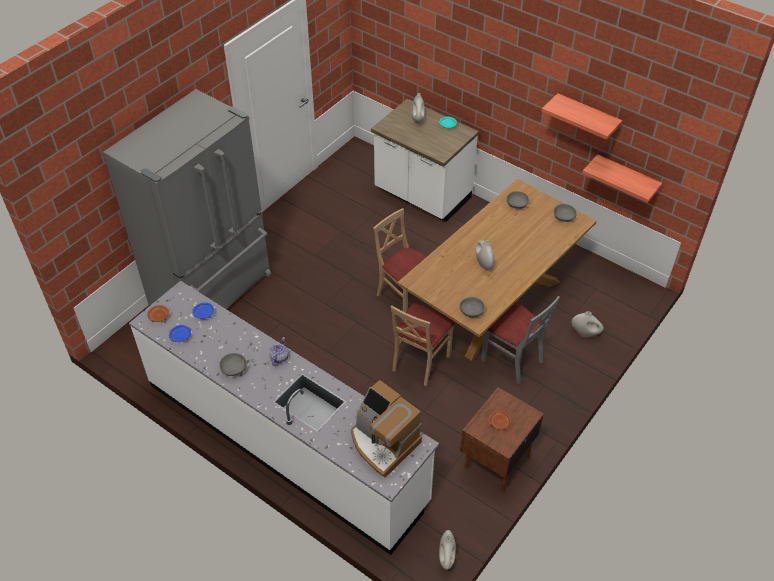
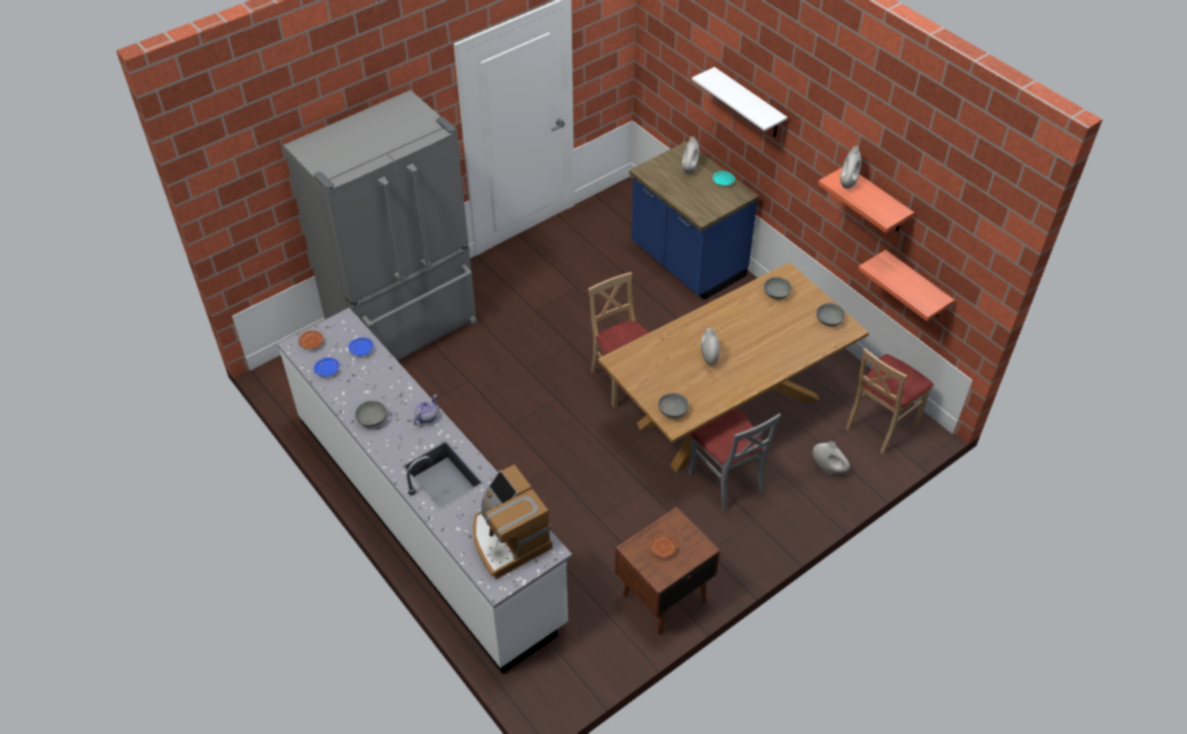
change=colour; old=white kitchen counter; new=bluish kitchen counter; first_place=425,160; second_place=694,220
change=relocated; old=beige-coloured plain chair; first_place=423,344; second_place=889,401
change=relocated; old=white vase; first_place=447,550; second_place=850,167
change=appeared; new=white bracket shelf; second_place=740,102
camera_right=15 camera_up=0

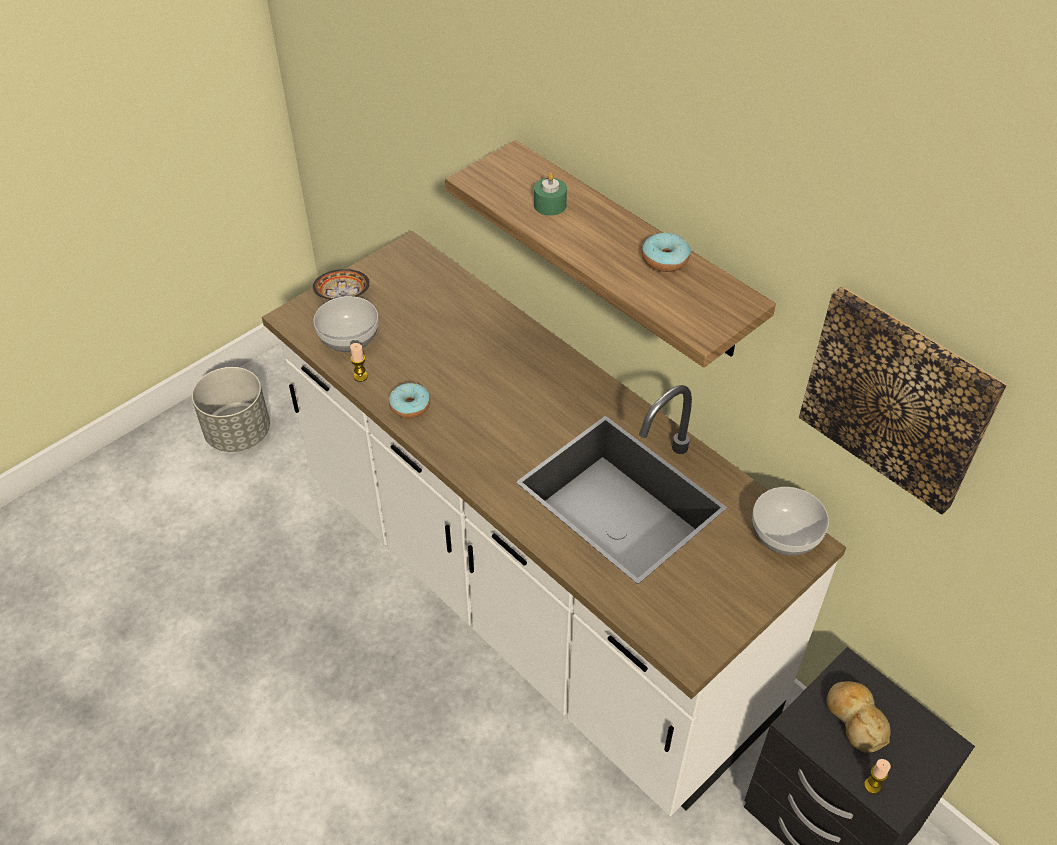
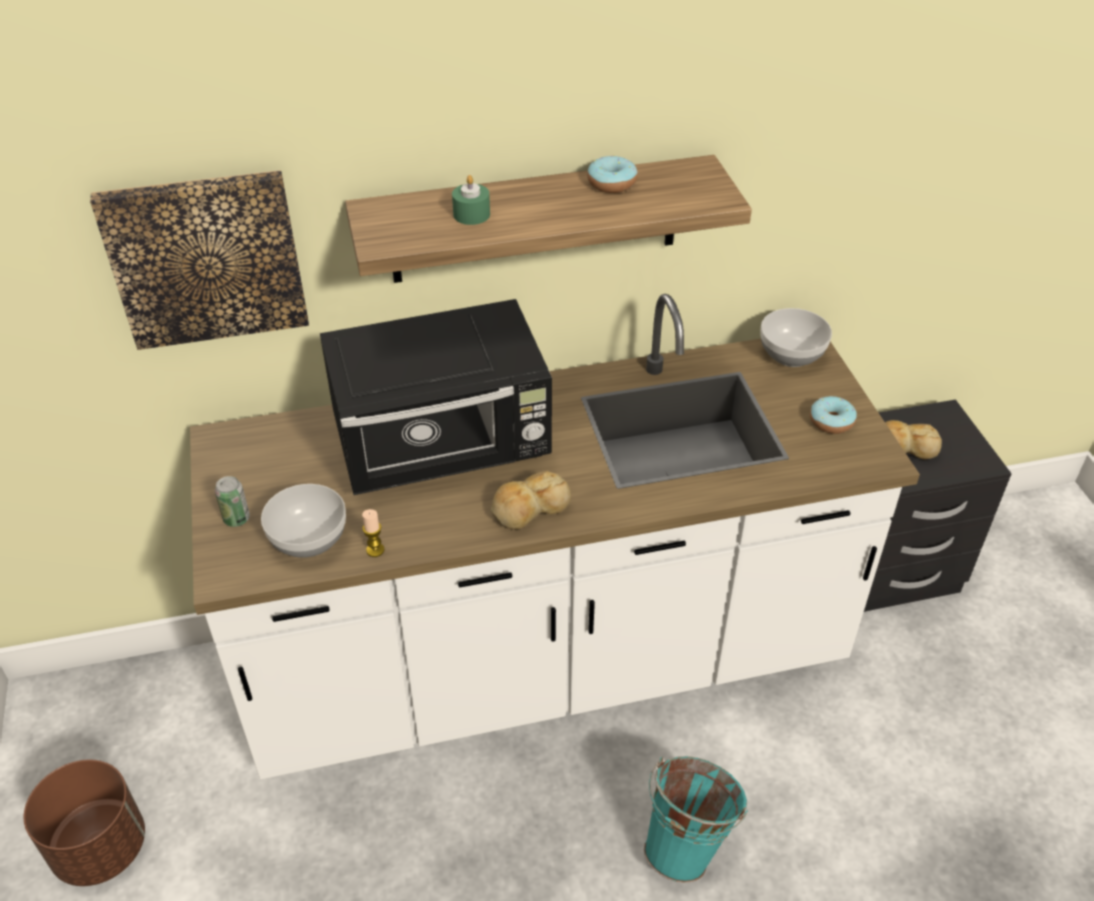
change=exchanged; old=serving bowl; new=can; first_place=341,284; second_place=232,501
change=relocated; old=picture; first_place=903,400; second_place=199,260
change=colour; old=gray planter; new=brownish planter; first_place=231,409; second_place=84,823
change=relocated; old=ring doughnut; first_place=409,401; second_place=833,415
change=missing; old=candle; first_place=877,776
change=appeared; new=black microwave oven; second_place=436,397
change=appeared; new=baked bread; second_place=531,500
change=appeared; new=blue-green pail; second_place=696,819
camera_right=-60 camera_up=-5

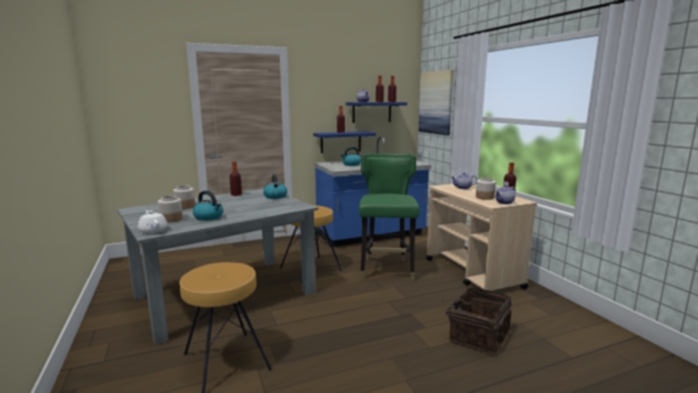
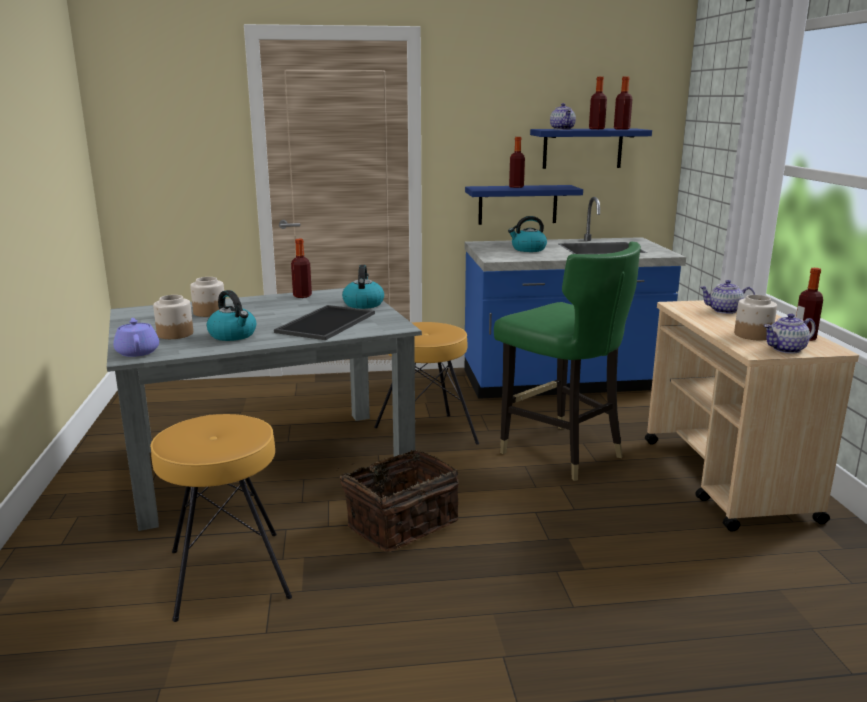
change=missing; old=picture; first_place=436,103
change=spun; old=green plain chair; first_place=389,217; second_place=567,361; degrees=120
change=colour; old=white pot for tea; new=purplish pot for tea; first_place=152,222; second_place=136,337
change=relocated; old=storage basket; first_place=479,321; second_place=397,501
change=appeared; new=serving tray; second_place=324,322
camera_right=15 camera_up=5

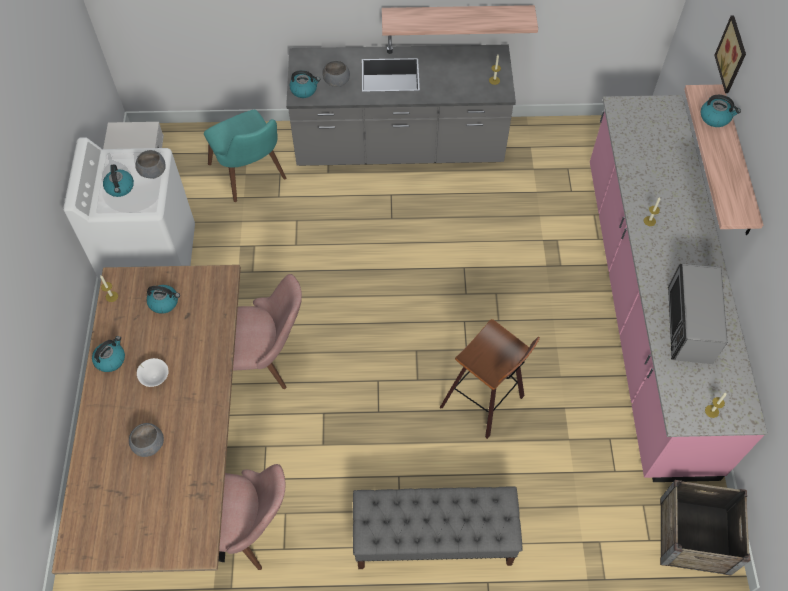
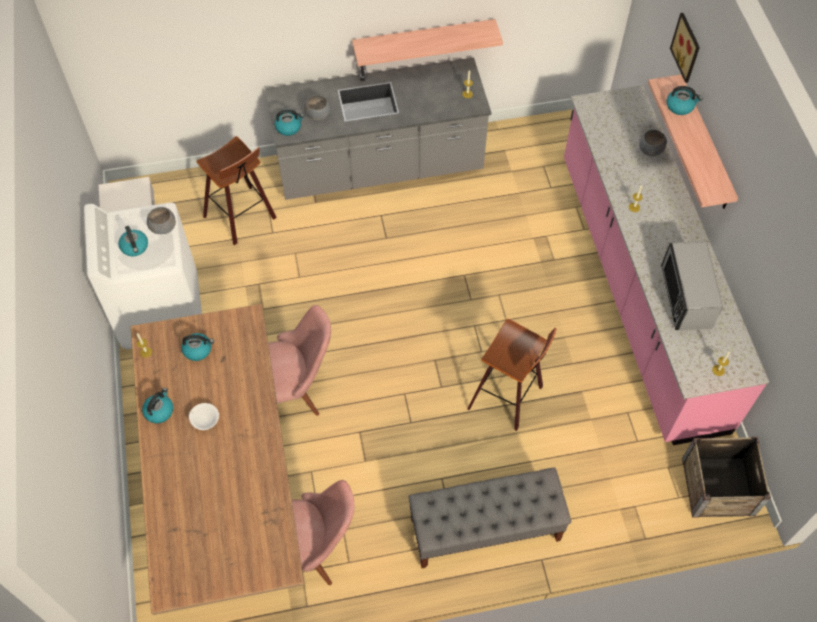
change=exchanged; old=blue-green plain chair; new=stool; first_place=245,156; second_place=236,190
change=relocated; old=gray serving bowl; first_place=146,440; second_place=653,143
camera_right=-10 camera_up=0

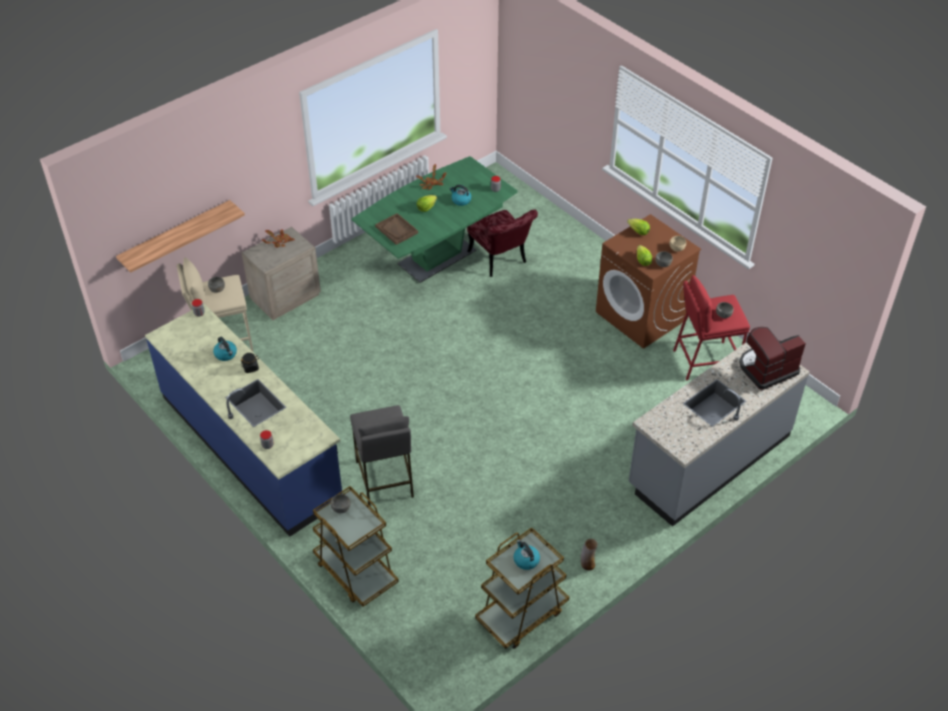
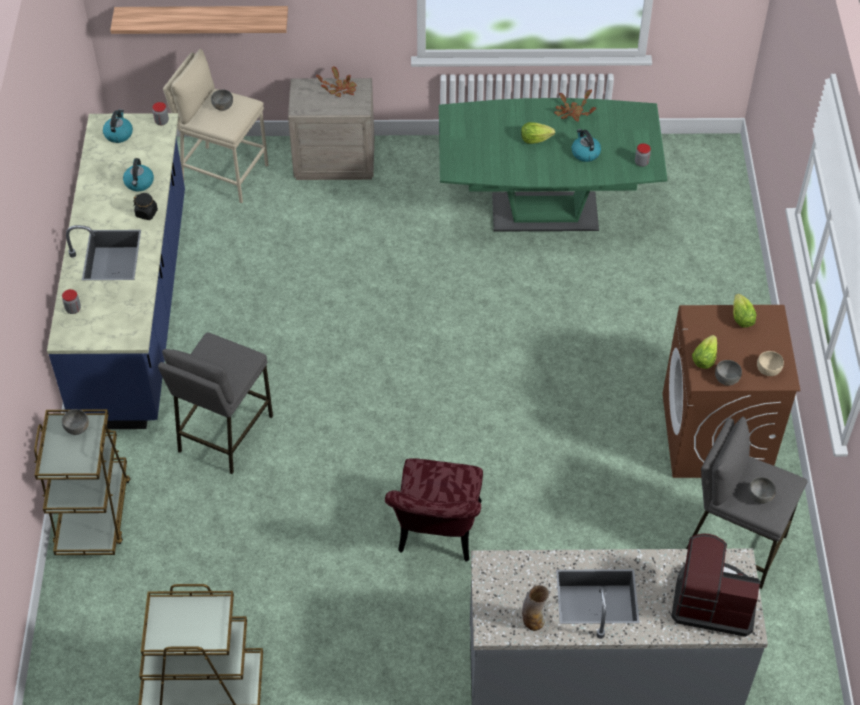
change=relocated; old=reddish plain chair; first_place=502,243; second_place=434,510
change=missing; old=brownish serving tray; first_place=396,229
change=colour; old=reddish stool; new=gray stool; first_place=711,328; second_place=747,503
change=relocated; old=vase; first_place=589,554; second_place=535,608
change=relocated; old=kettle; first_place=526,555; second_place=118,126
camera_right=40 camera_up=5

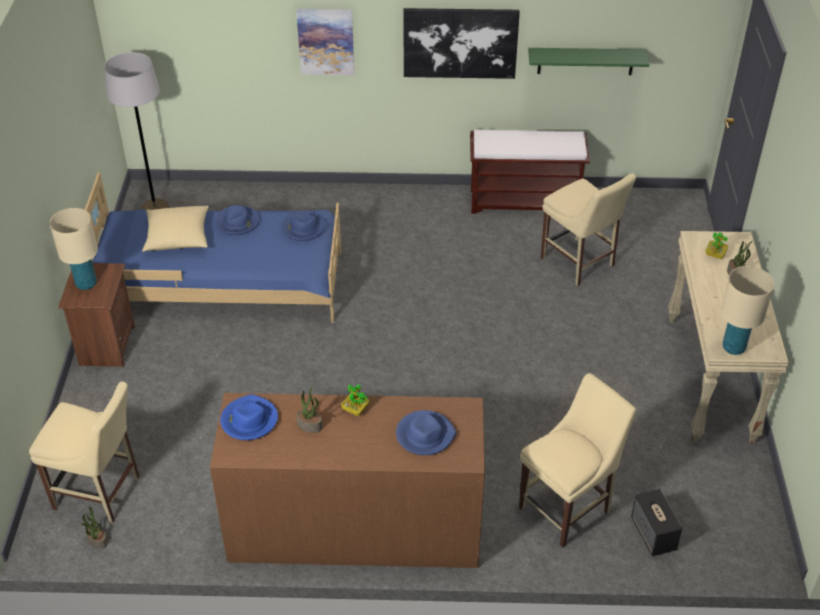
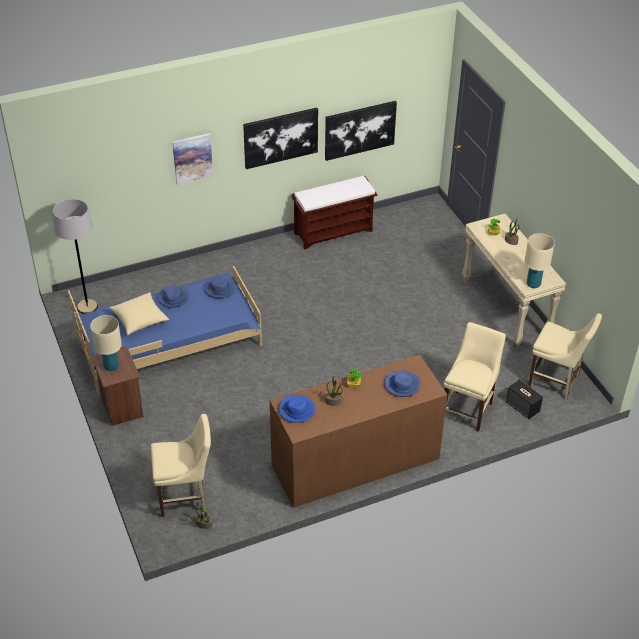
change=exchanged; old=green bracket shelf; new=picture; first_place=589,61; second_place=361,131
change=relocated; old=beige-coloured plain chair; first_place=588,229; second_place=565,356
camera_right=-25 camera_up=0

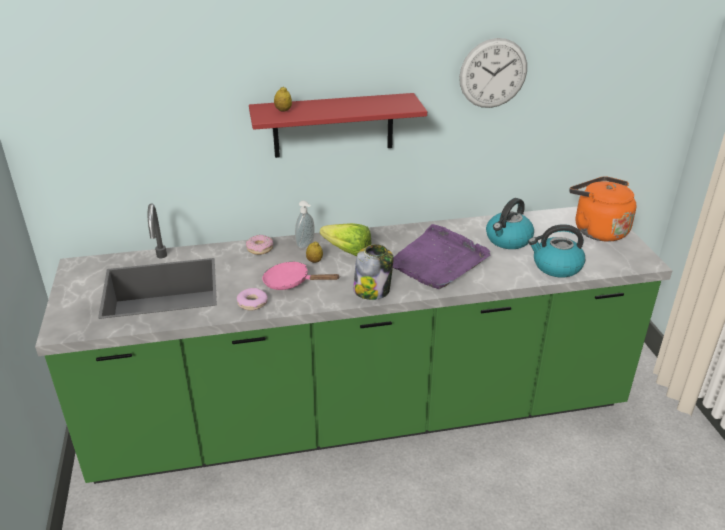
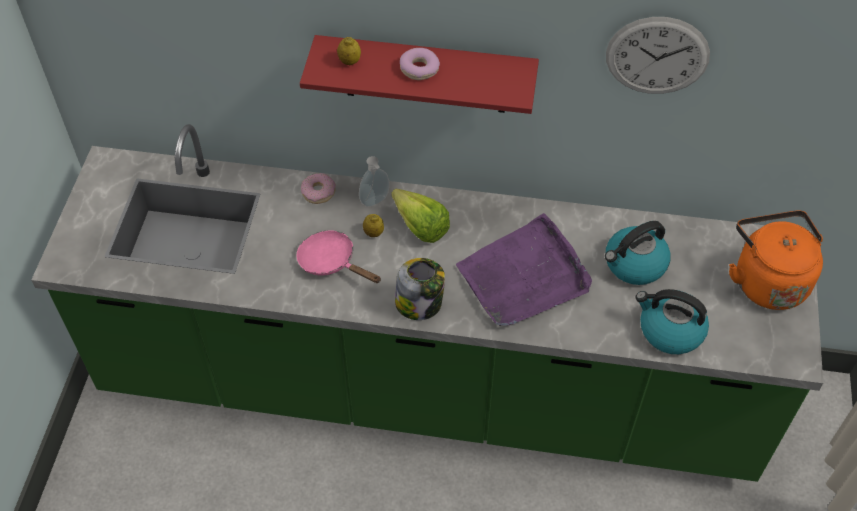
change=relocated; old=ring doughnut; first_place=252,299; second_place=420,64
camera_right=20 camera_up=20

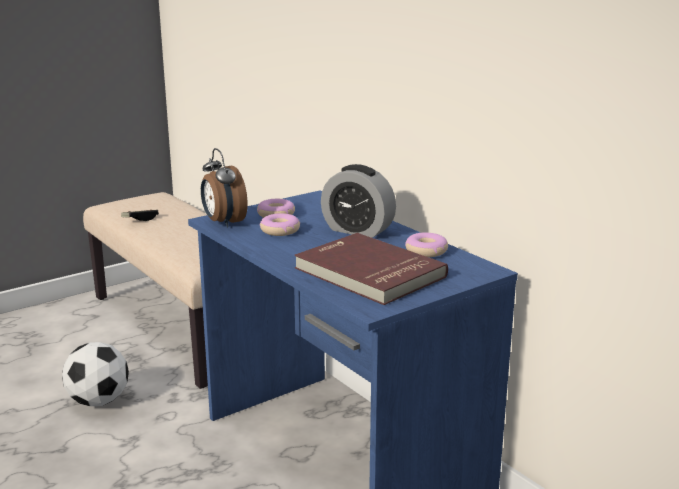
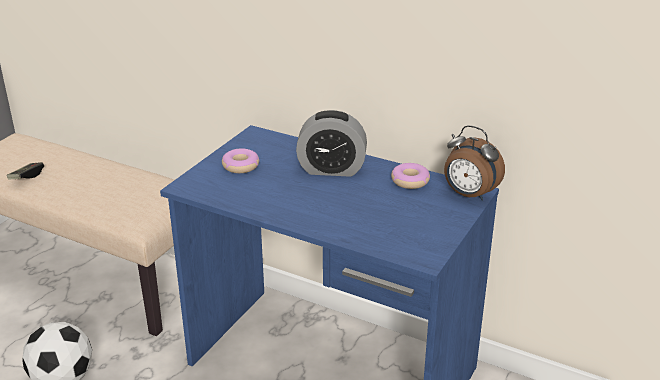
change=relocated; old=bedside clock; first_place=224,188; second_place=474,163
change=missing; old=ring doughnut; first_place=280,224
change=missing; old=reddish volume; first_place=371,269
camera_right=-25 camera_up=10

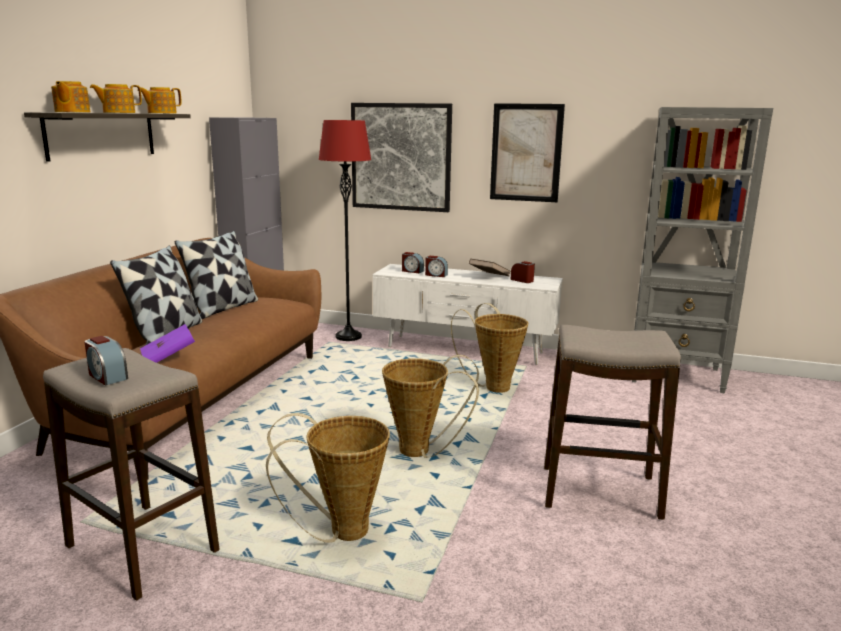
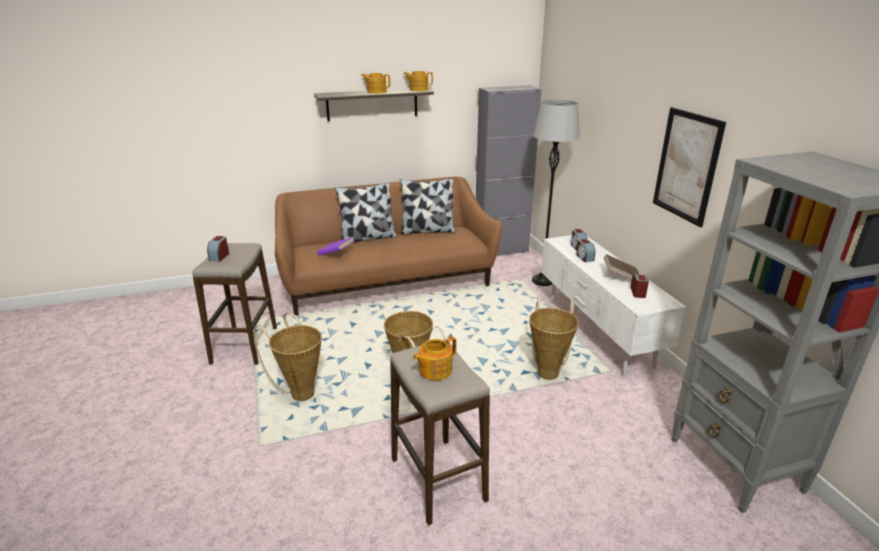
change=relocated; old=pot for tea; first_place=70,97; second_place=435,358
change=missing; old=picture; first_place=401,157
change=colour; old=reddish standard lamp; new=gray standard lamp; first_place=345,230; second_place=556,192
camera_right=55 camera_up=10

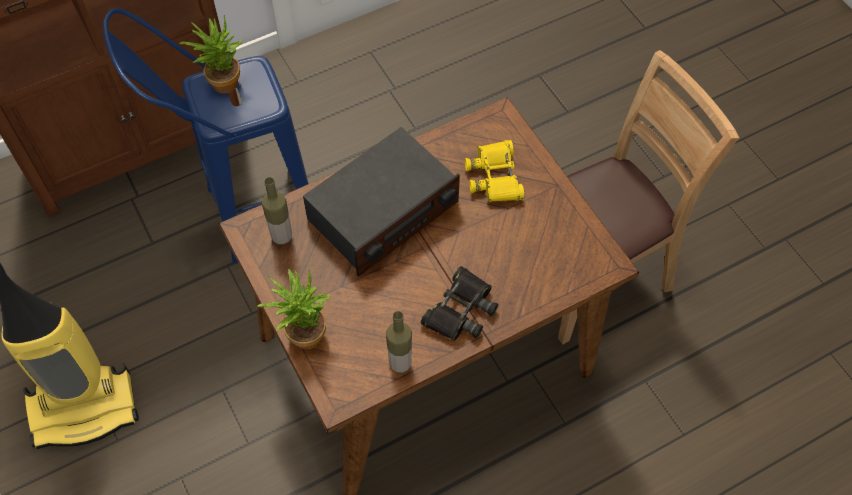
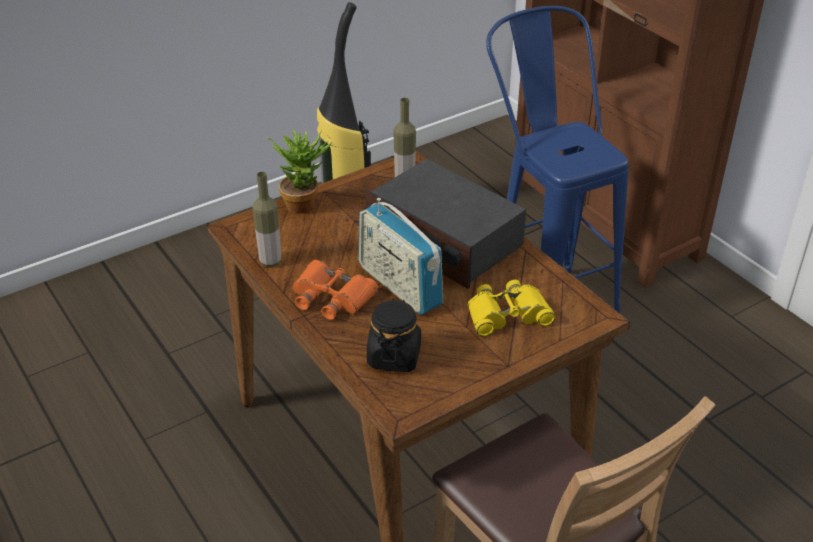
change=missing; old=houseplant; first_place=211,54
change=colour; old=black binoculars; new=orange-coloured binoculars; first_place=459,303; second_place=335,290
change=appeared; new=radio set; second_place=400,256
change=appeared; new=black preserve jar; second_place=394,335
camera_right=85 camera_up=-20

